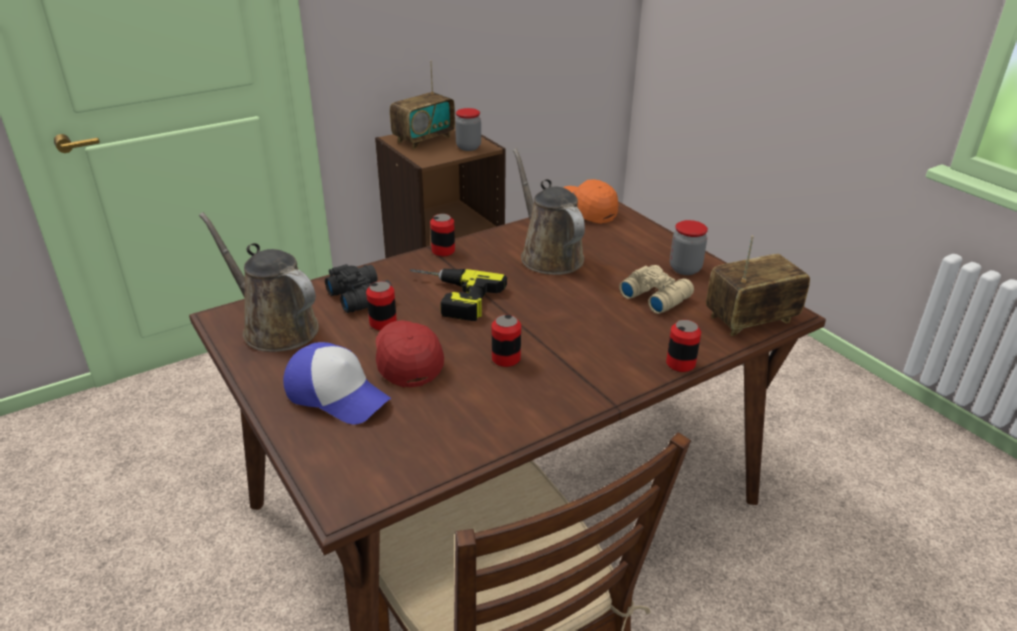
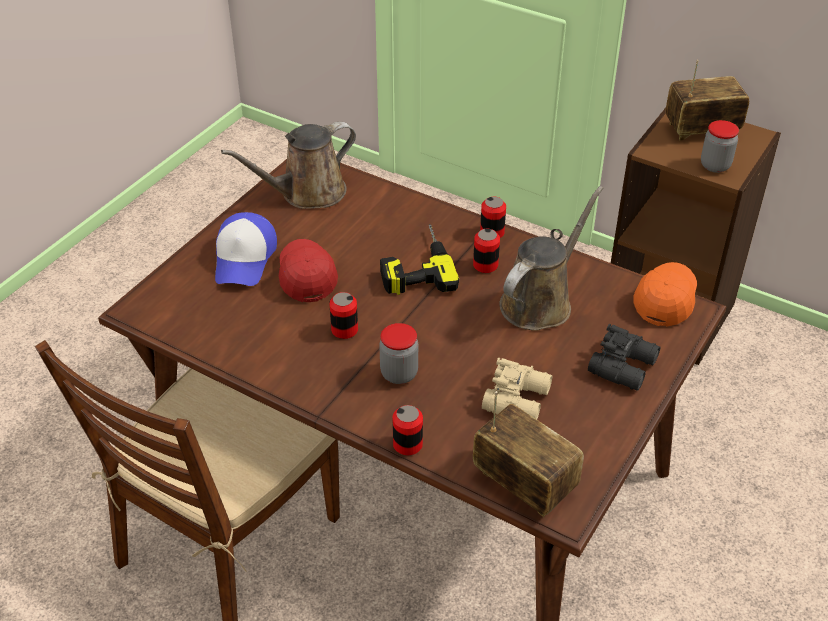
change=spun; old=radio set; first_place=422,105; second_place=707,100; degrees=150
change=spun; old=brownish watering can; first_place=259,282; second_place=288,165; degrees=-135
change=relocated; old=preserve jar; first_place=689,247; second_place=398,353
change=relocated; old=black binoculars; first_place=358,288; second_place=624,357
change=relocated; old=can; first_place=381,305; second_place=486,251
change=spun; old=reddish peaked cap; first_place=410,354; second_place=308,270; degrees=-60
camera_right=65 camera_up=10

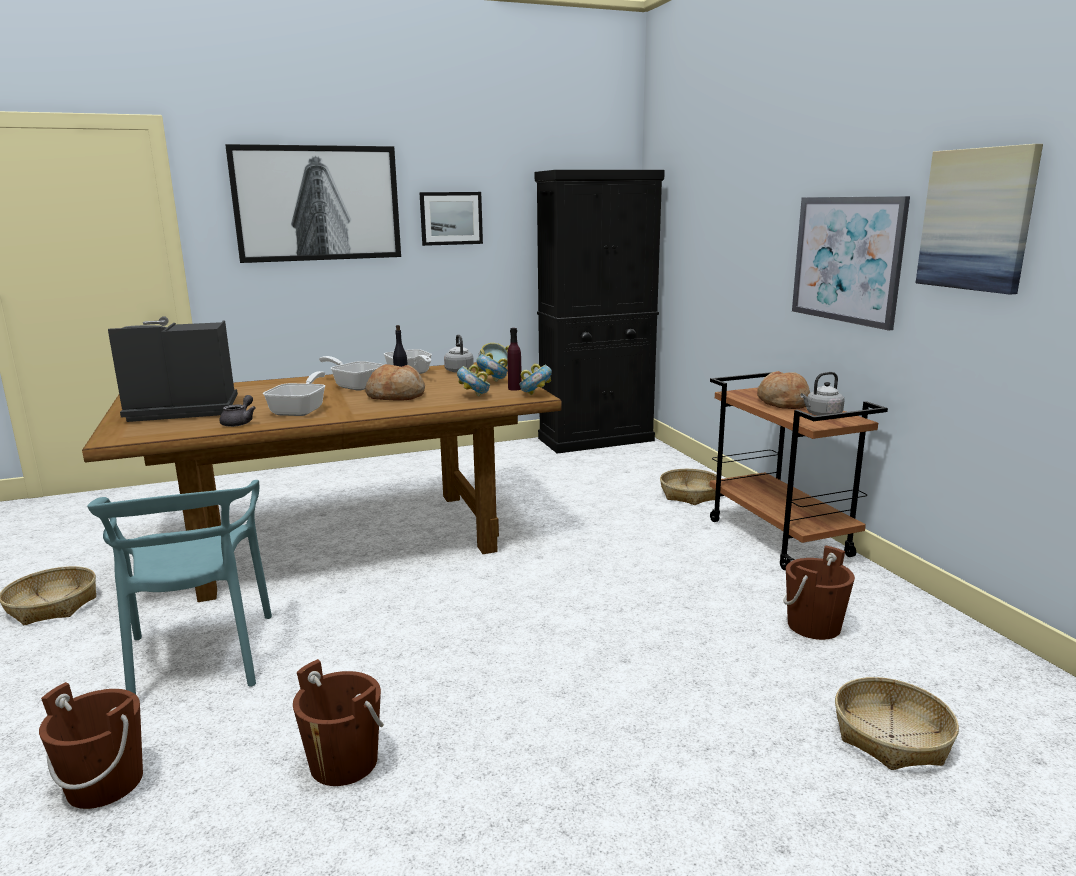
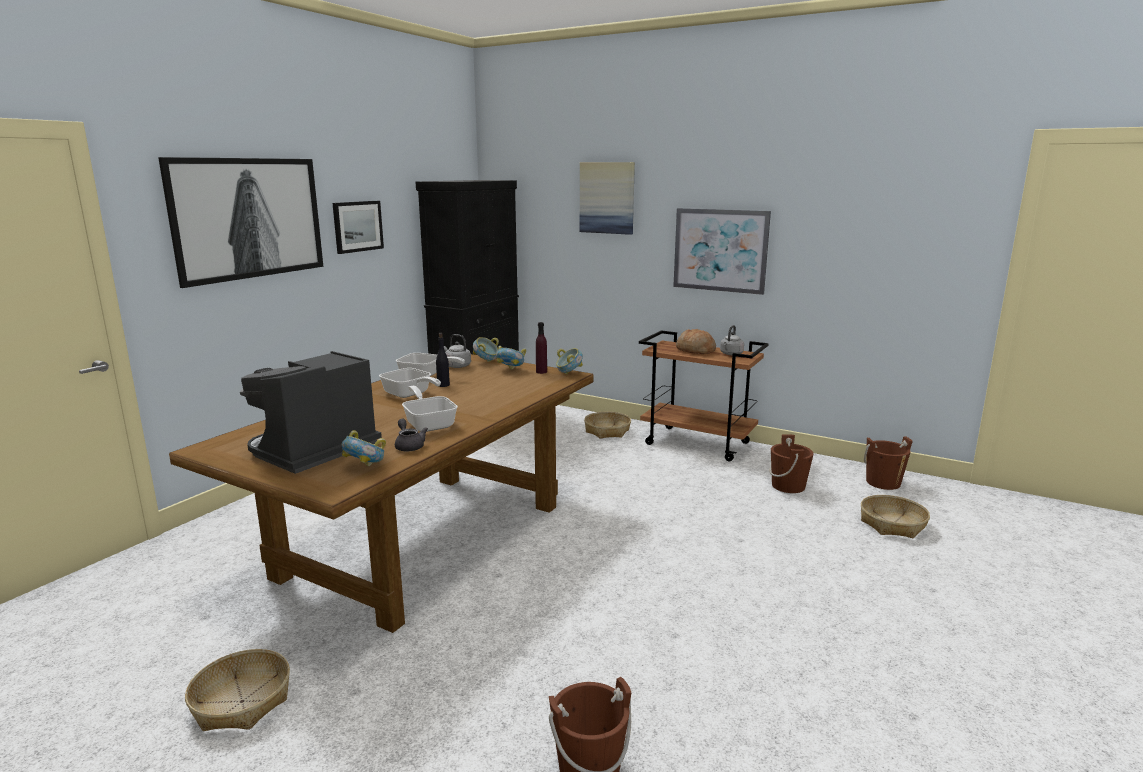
change=relocated; old=picture; first_place=979,219; second_place=607,198
change=spun; old=pan; first_place=352,373; second_place=410,383; degrees=-135
change=missing; old=baked bread; first_place=395,382
change=relocated; old=serving bowl; first_place=473,380; second_place=364,448
change=missing; old=blue-green plain chair; first_place=179,587
change=relocated; old=brownish pail; first_place=338,722; second_place=888,463
camera_right=-40 camera_up=0

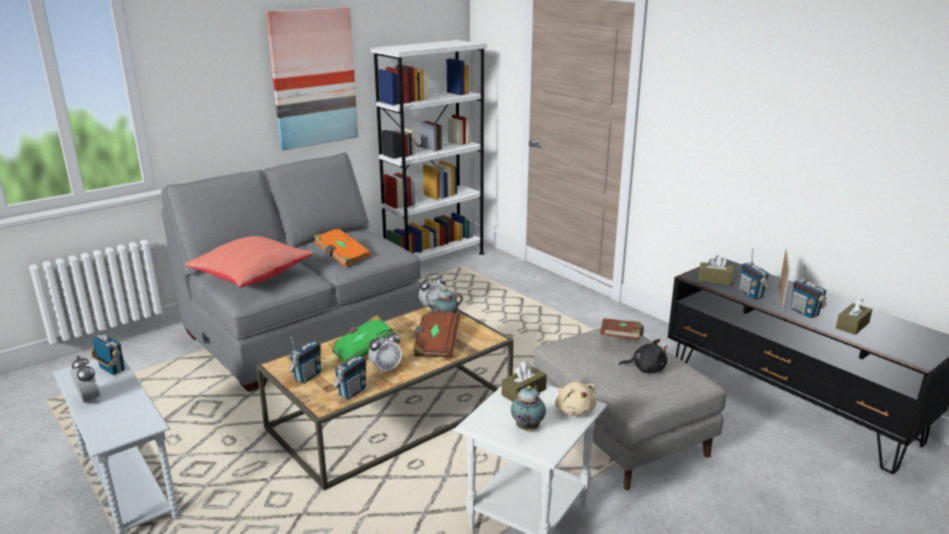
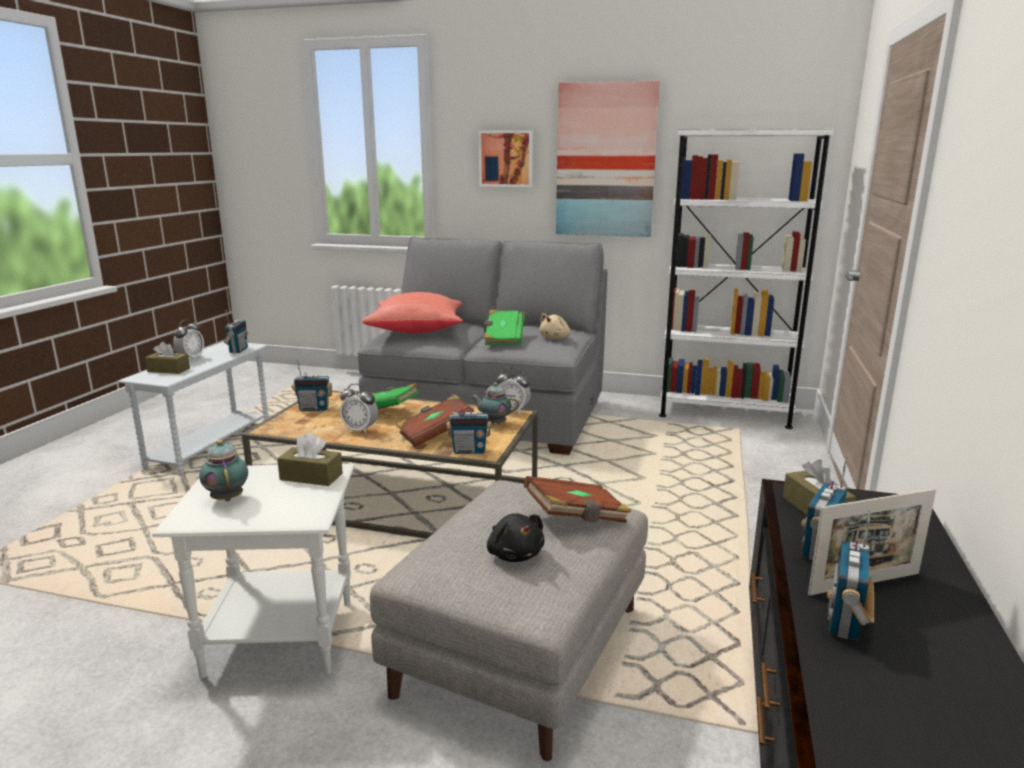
change=colour; old=orange-coloured volume; new=green volume; first_place=342,247; second_place=504,327
change=relocated; old=brownish tissue holder; first_place=854,316; second_place=167,357
change=relocated; old=radio set; first_place=349,375; second_place=468,424
change=relocated; old=beige-coloured plush toy; first_place=576,399; second_place=554,326
change=spun; old=pot for tea; first_place=528,408; second_place=223,470; degrees=75
change=appeared; new=picture; second_place=506,158
camera_right=55 camera_up=-5

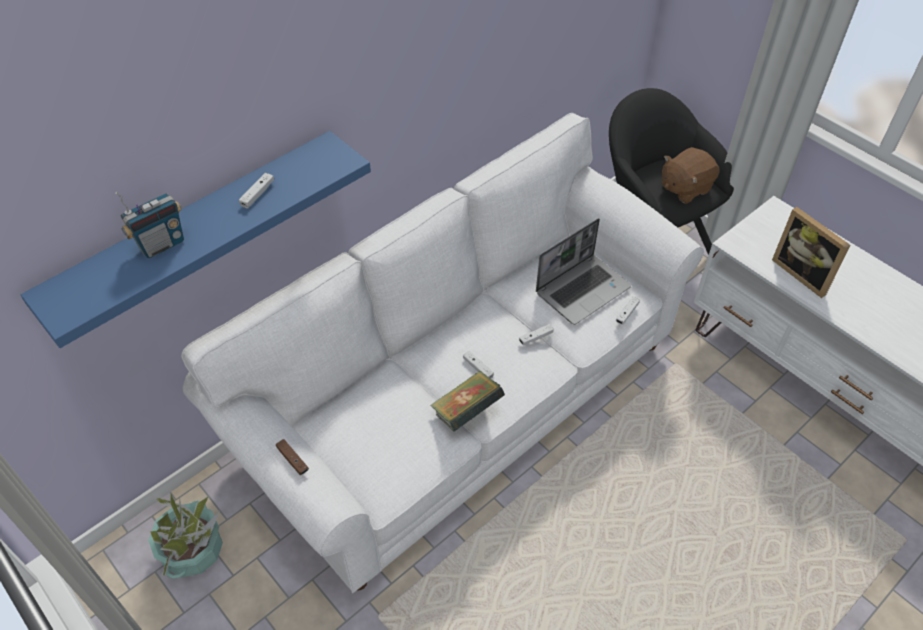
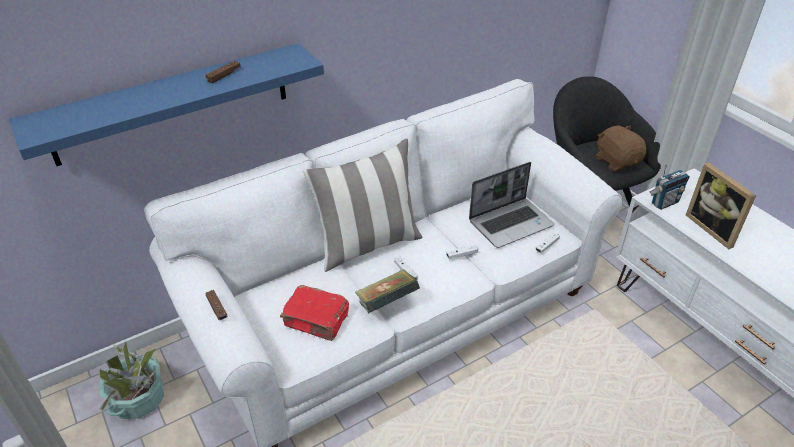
change=spun; old=brownish plush toy; first_place=690,175; second_place=621,148; degrees=90
change=colour; old=white gamepad; new=brownish gamepad; first_place=256,191; second_place=223,72
change=relocated; old=radio set; first_place=149,225; second_place=670,186
change=appeared; new=cushion; second_place=362,205
change=appeared; new=reddish volume; second_place=314,313
camera_right=10 camera_up=-10

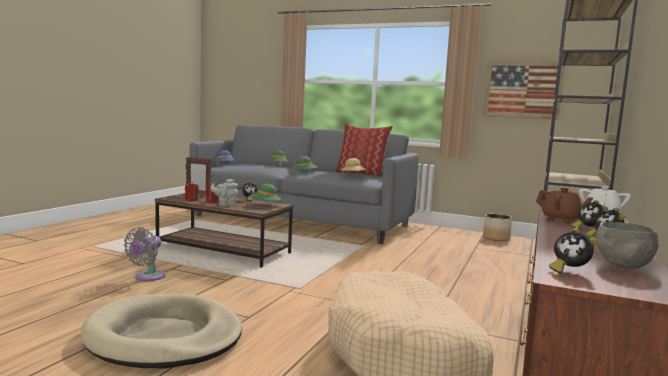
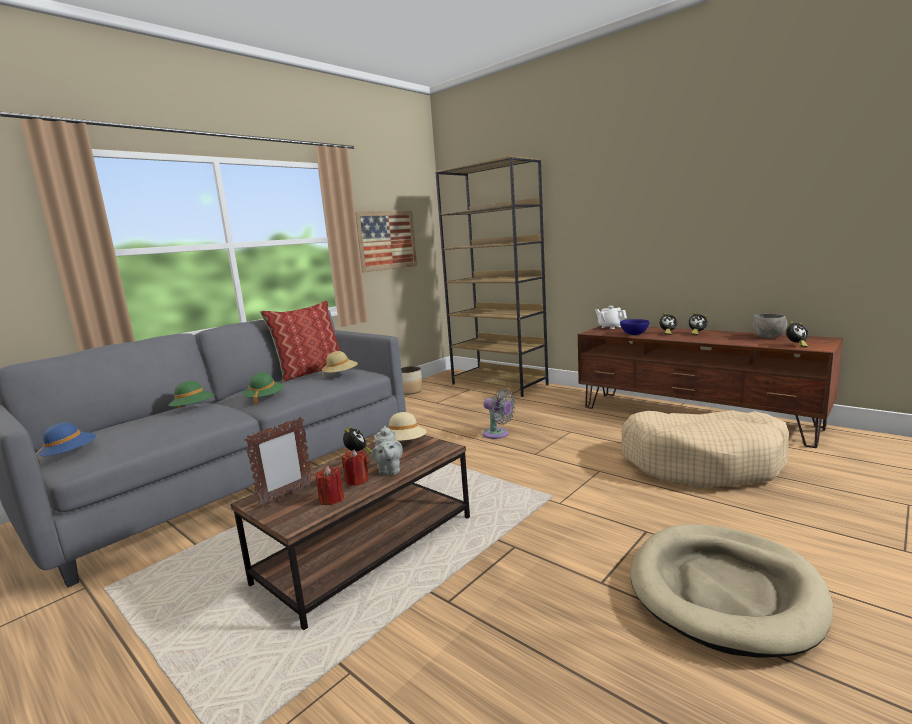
change=colour; old=green wearable hat; new=beige-coloured wearable hat; first_place=265,192; second_place=407,426
change=exchanged; old=brownish pot for tea; new=bluish serving bowl; first_place=564,205; second_place=634,327
change=relocated; old=gray fan; first_place=144,254; second_place=499,414
camera_right=-70 camera_up=5

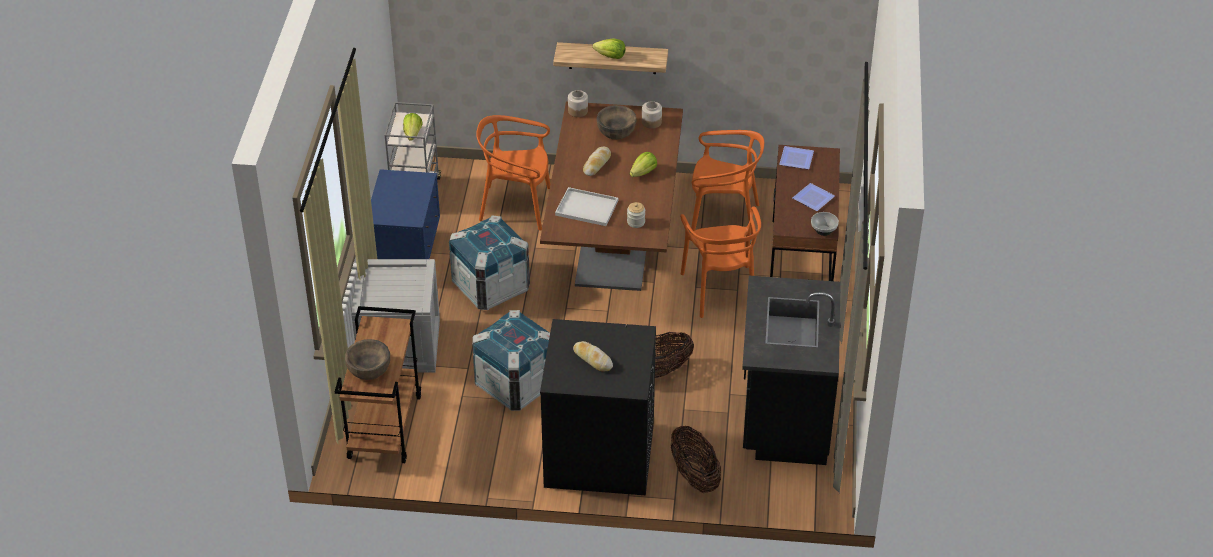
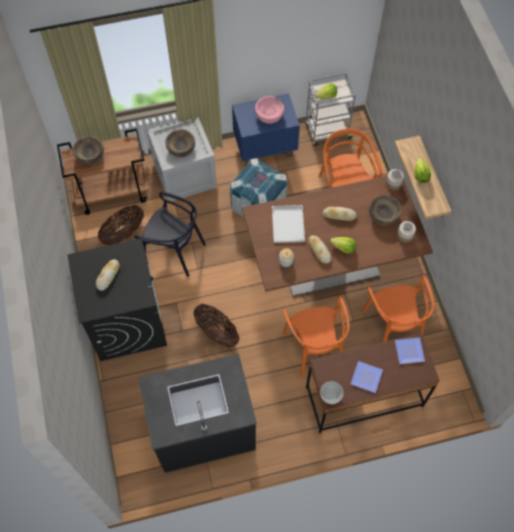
change=spun; old=orange-coloured plain chair; first_place=720,262; second_place=316,337; degrees=-75
change=exchanged; old=packing crate; new=black plain chair; first_place=511,360; second_place=170,234
change=relocated; old=storage basket; first_place=696,459; second_place=121,225
change=appeared; new=pink serving bowl; second_place=269,110
change=appeared; new=brownish serving bowl; second_place=180,143
change=appeared; new=baked bread; second_place=319,249
camera_right=70 camera_up=20

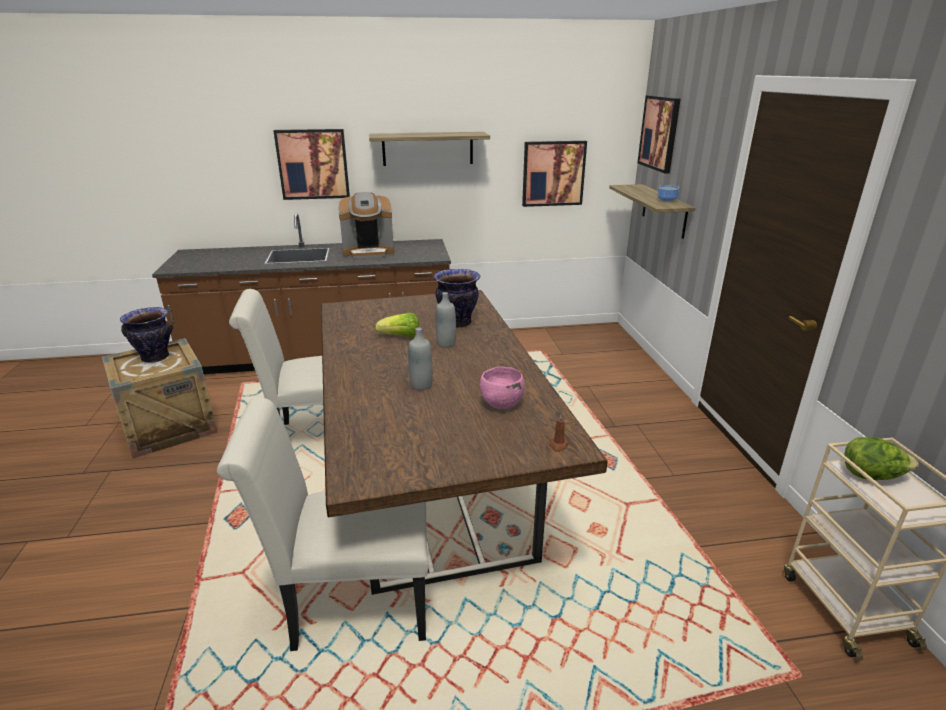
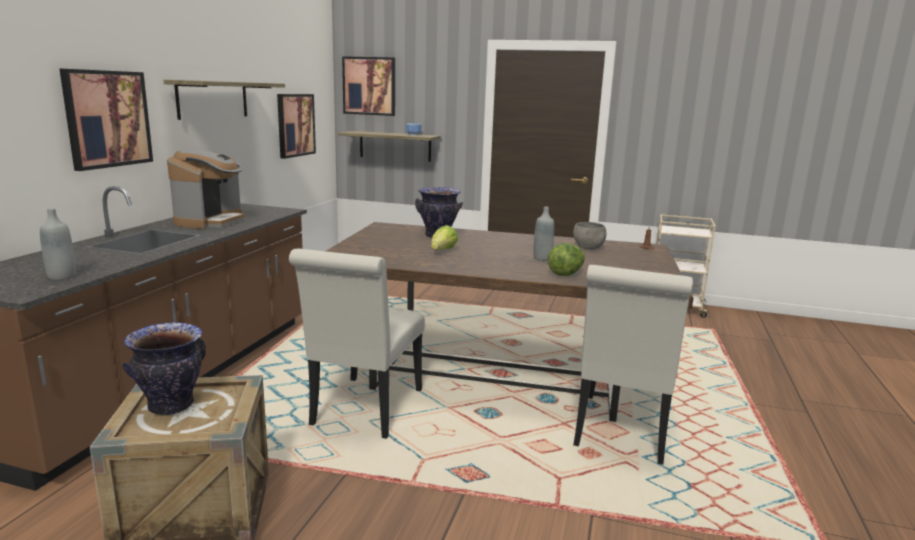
change=relocated; old=gray drink bottle; first_place=446,320; second_place=58,244
change=colour; old=pink serving bowl; new=gray serving bowl; first_place=502,388; second_place=590,236
change=relocated; old=lettuce; first_place=881,458; second_place=566,259
camera_right=-65 camera_up=-10

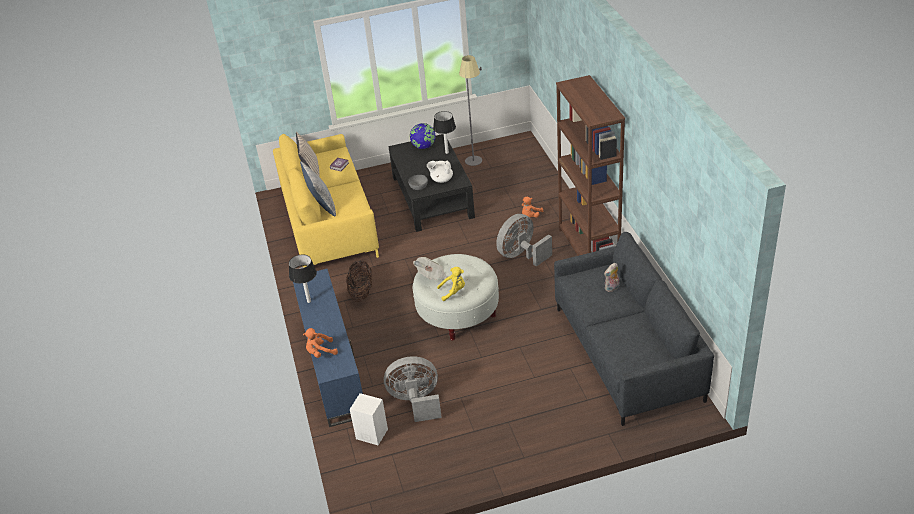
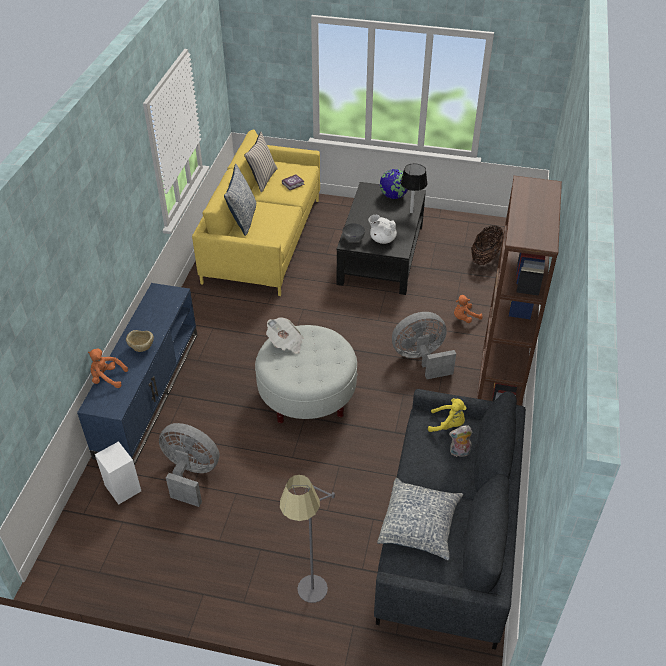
change=relocated; old=gray standard lamp; first_place=470,110; second_place=307,539
change=missing; old=tabletop lamp; first_place=303,279
change=relocated; old=storage basket; first_place=359,281; second_place=487,245
change=relocated; old=yellow-coloured plush toy; first_place=451,284; second_place=447,415
change=appeared; new=beige-coloured serving bowl; second_place=140,341
change=appeared; new=cushion; second_place=420,519
camera_right=25 camera_up=5

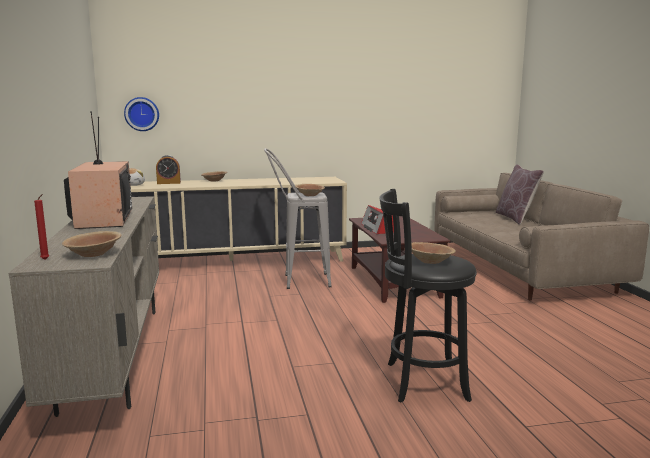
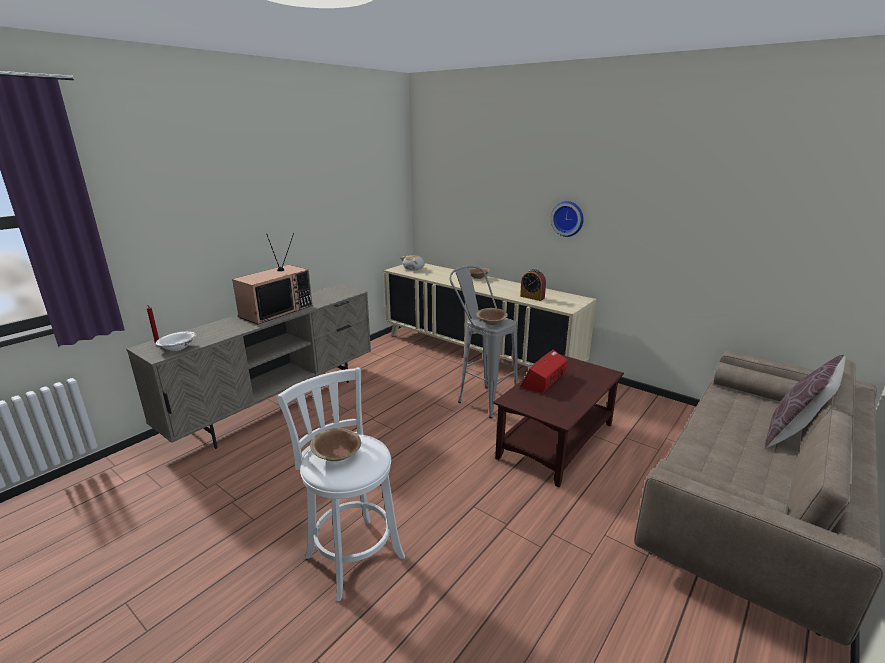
change=relocated; old=hanging clock; first_place=141,114; second_place=567,219
change=relocated; old=bedside clock; first_place=168,169; second_place=533,285
change=colour; old=black stool; new=white stool; first_place=428,296; second_place=341,484
change=colour; old=brownish serving bowl; new=white serving bowl; first_place=92,244; second_place=176,341
camera_right=50 camera_up=10

